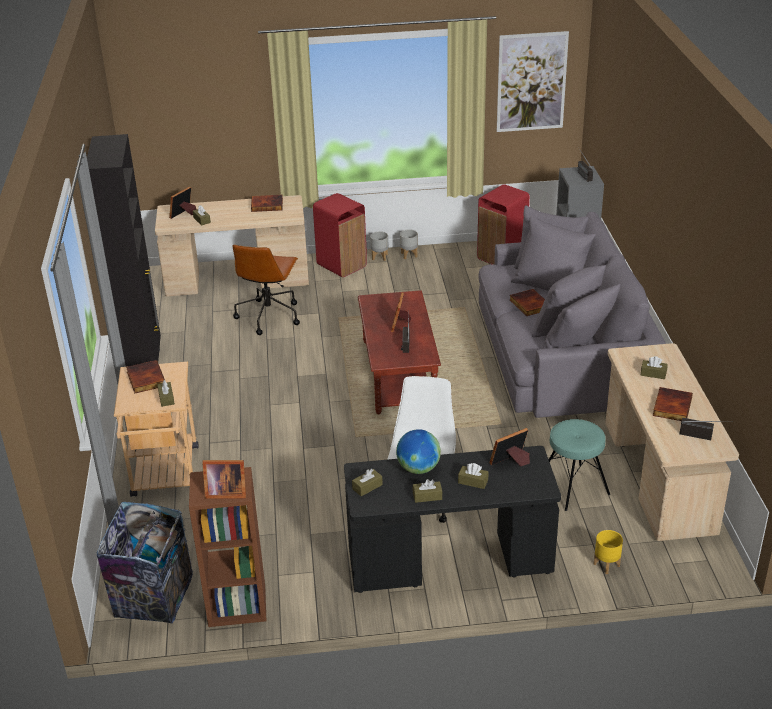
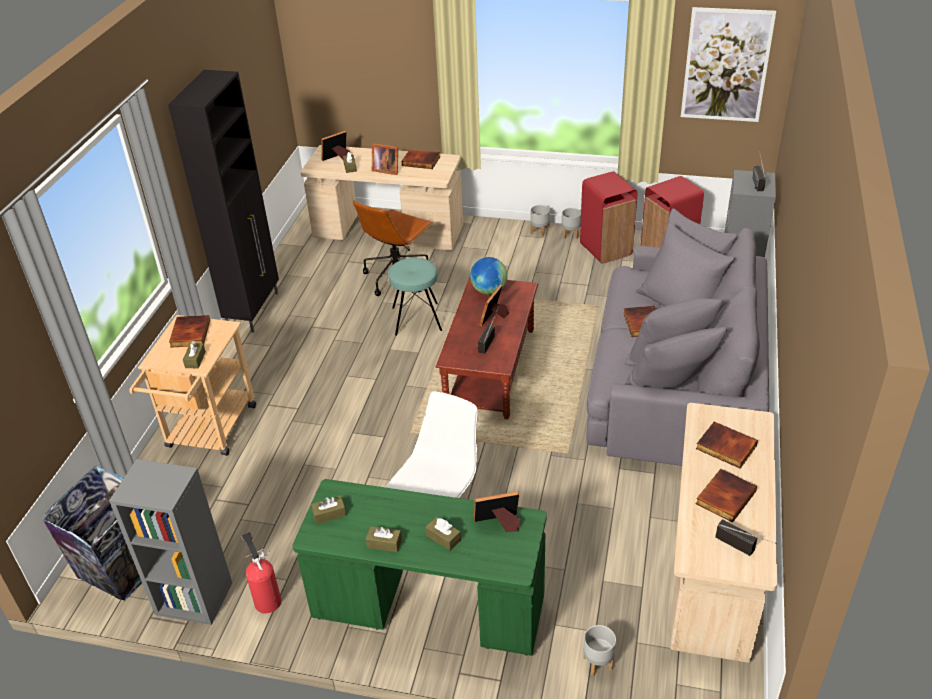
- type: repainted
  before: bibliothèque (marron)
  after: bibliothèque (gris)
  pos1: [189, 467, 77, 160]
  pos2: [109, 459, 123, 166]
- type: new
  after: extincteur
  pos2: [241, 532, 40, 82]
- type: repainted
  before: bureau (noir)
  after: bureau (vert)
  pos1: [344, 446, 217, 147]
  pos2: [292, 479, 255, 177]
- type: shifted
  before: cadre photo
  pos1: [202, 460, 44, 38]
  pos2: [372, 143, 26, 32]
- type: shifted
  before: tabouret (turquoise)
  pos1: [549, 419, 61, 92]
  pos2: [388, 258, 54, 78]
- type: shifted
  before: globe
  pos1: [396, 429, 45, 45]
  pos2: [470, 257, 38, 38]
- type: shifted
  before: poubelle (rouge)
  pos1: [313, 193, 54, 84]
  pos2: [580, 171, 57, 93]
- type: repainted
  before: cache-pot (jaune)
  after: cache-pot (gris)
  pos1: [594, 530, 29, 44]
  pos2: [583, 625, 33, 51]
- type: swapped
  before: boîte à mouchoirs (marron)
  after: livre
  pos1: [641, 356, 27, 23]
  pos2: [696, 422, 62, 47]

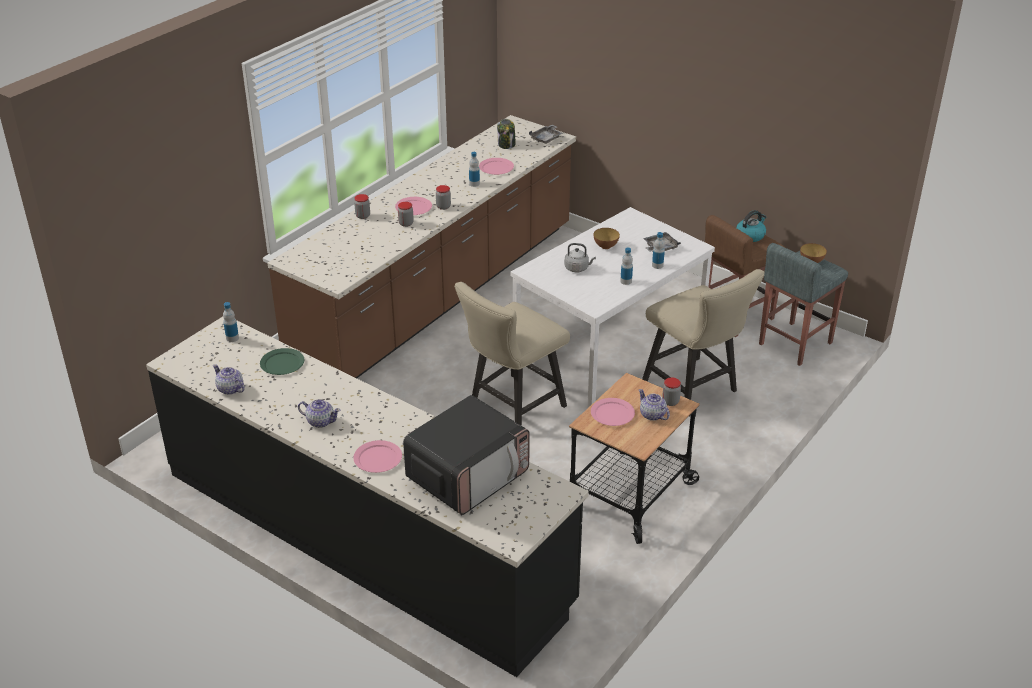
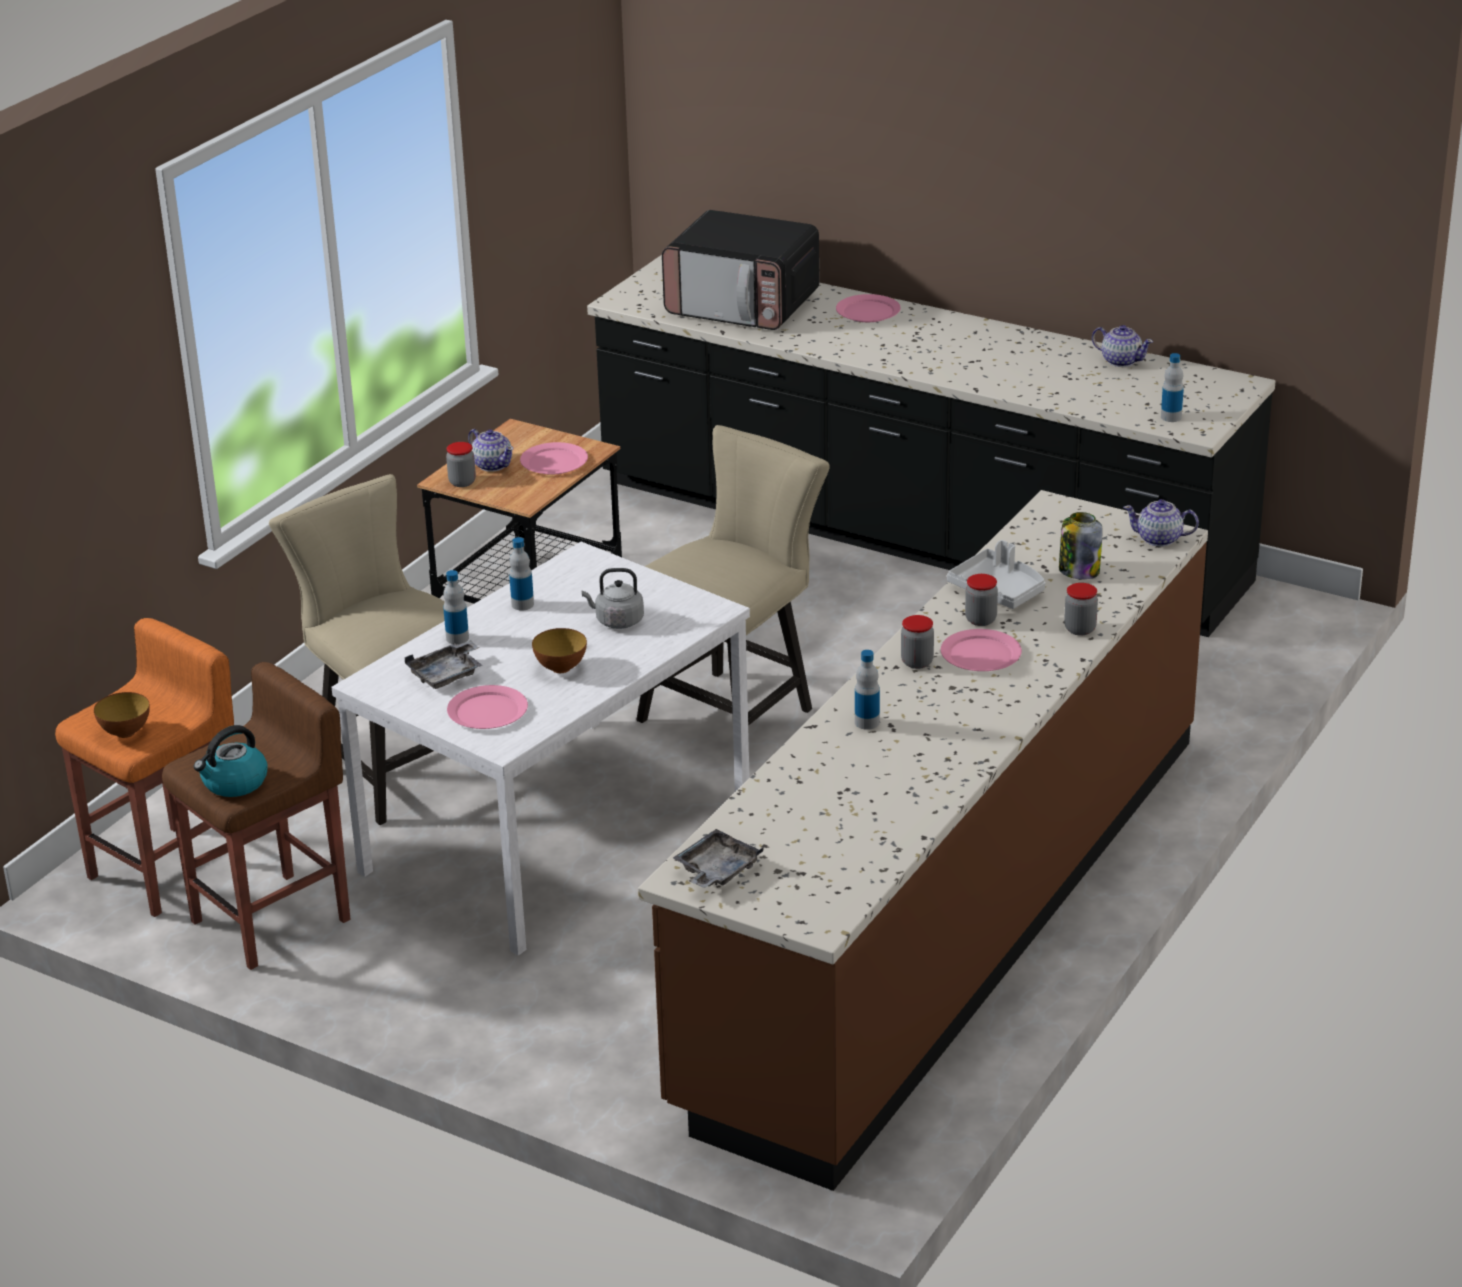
- type: repainted
  before: tabouret (gris)
  after: tabouret (orange)
  pos1: [759, 243, 89, 123]
  pos2: [55, 618, 179, 299]
- type: shifted
  before: assiette (rose)
  pos1: [479, 158, 35, 17]
  pos2: [447, 685, 81, 44]
- type: rotated
  before: micro-ondes
  pos1: [403, 395, 127, 120]
  pos2: [662, 210, 157, 120]
  turn: -105
- type: new
  after: plateau (gris)
  pos2: [947, 540, 99, 69]
- type: shifted
  before: bocal
  pos1: [497, 119, 19, 30]
  pos2: [1059, 512, 44, 68]
- type: shifted
  before: théière
  pos1: [298, 399, 42, 29]
  pos2: [1123, 499, 76, 48]
- type: gone
  before: assiette (vert)
  pos1: [260, 348, 44, 27]

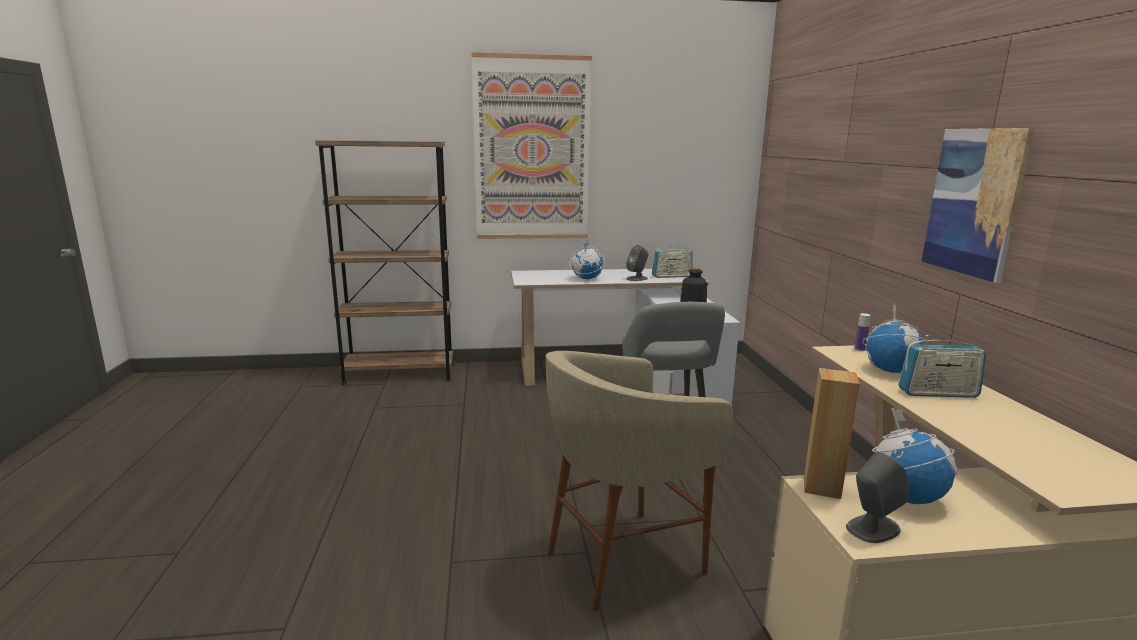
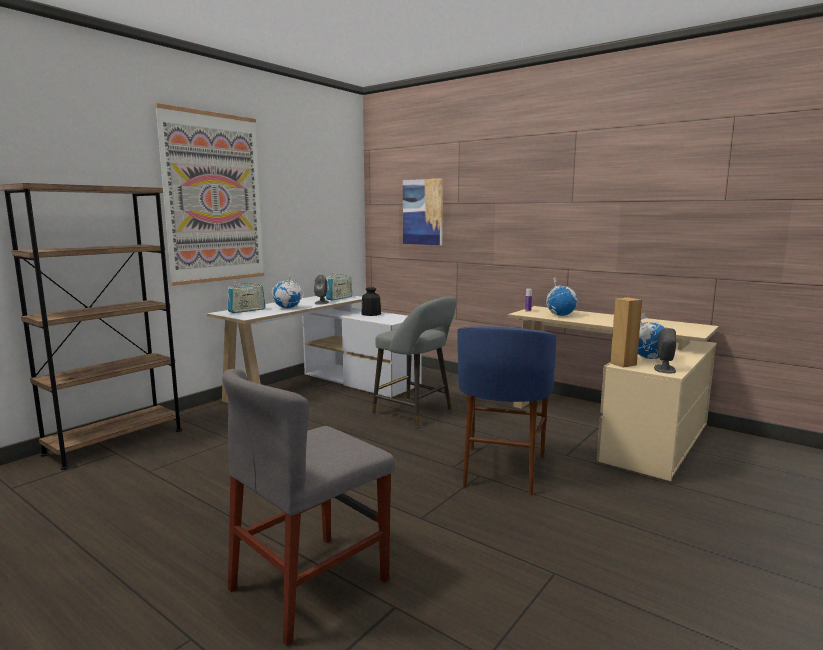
- type: new
  after: chaise (gris)
  pos2: [222, 369, 173, 277]
- type: shifted
  before: radio
  pos1: [898, 335, 88, 63]
  pos2: [228, 281, 37, 32]
- type: shifted
  before: tableau
  pos1: [921, 128, 114, 155]
  pos2: [403, 178, 40, 67]
- type: repainted
  before: tabouret (beige)
  after: tabouret (bleu)
  pos1: [546, 351, 187, 260]
  pos2: [457, 326, 100, 169]

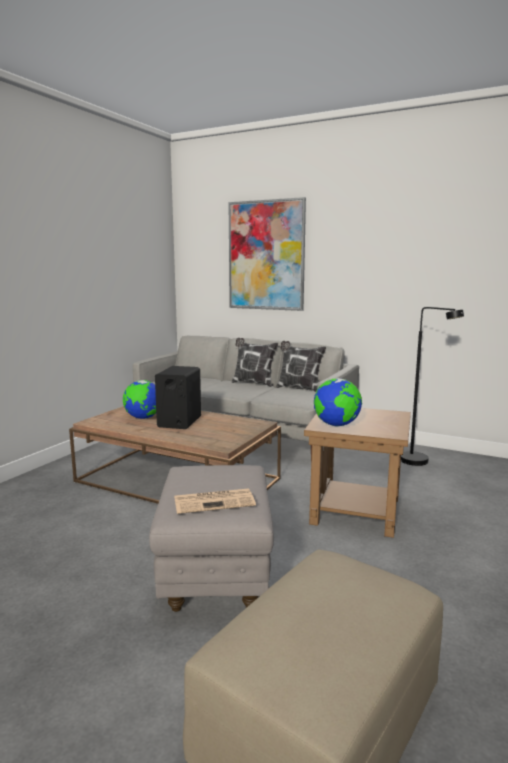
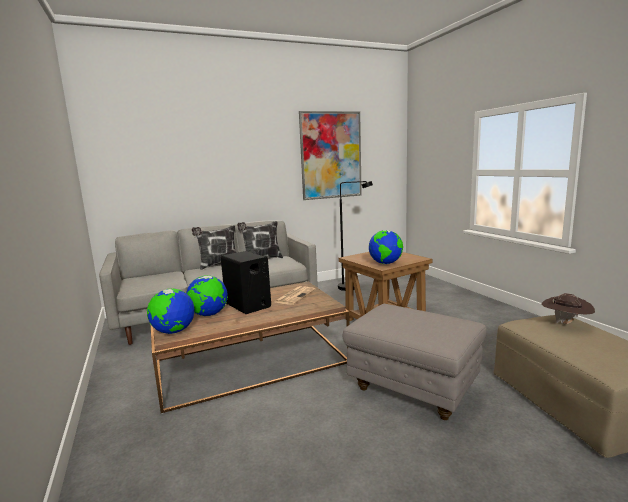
- type: new
  after: globe
  pos2: [147, 289, 47, 45]
- type: shifted
  before: journal
  pos1: [174, 488, 82, 26]
  pos2: [275, 286, 41, 19]
- type: shifted
  before: tableau
  pos1: [228, 197, 78, 114]
  pos2: [299, 111, 63, 89]
- type: new
  after: chapeau (marron)
  pos2: [541, 293, 54, 31]

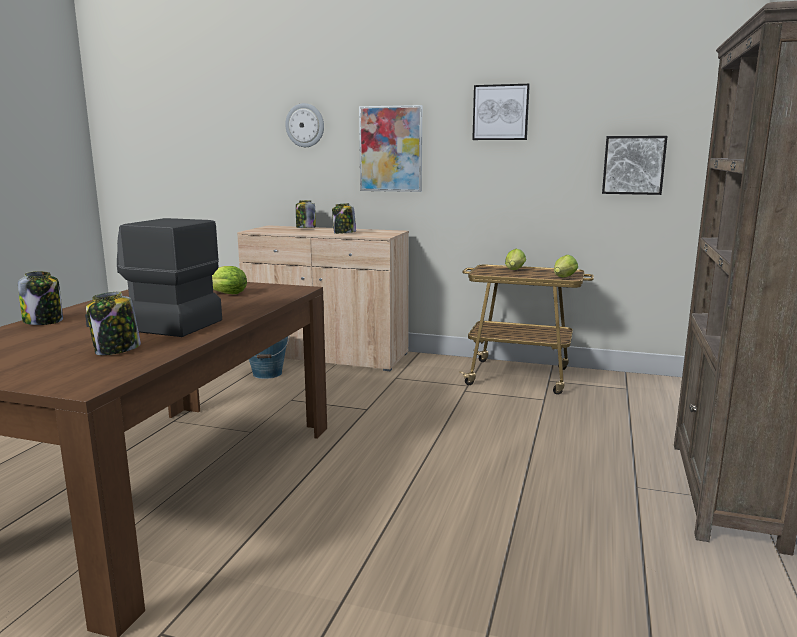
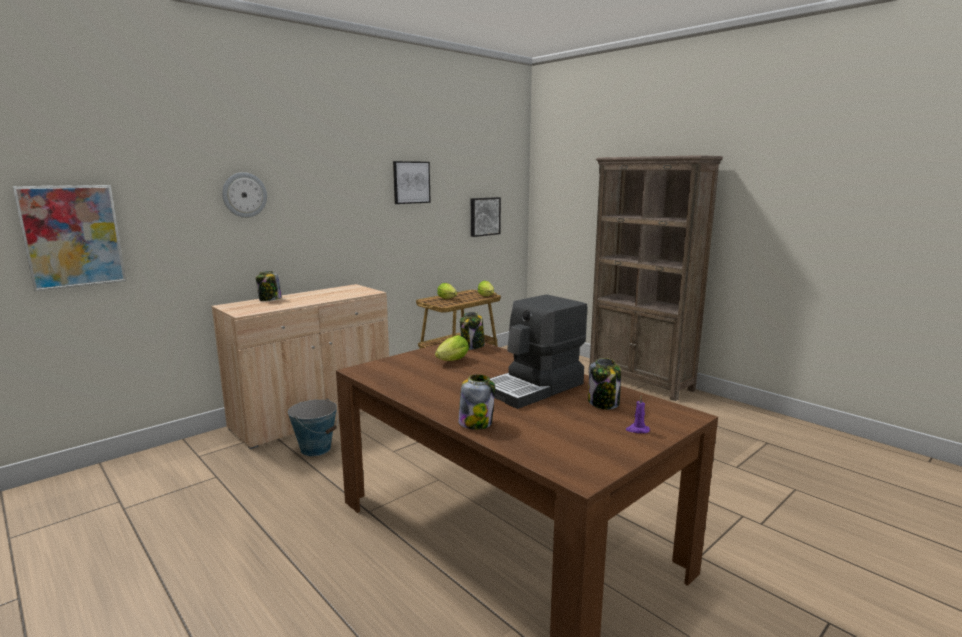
- type: shifted
  before: tableau
  pos1: [359, 105, 63, 87]
  pos2: [13, 185, 113, 106]
- type: shifted
  before: bocal
  pos1: [332, 203, 24, 31]
  pos2: [460, 312, 25, 38]
- type: new
  after: bougie (violet)
  pos2: [626, 395, 24, 38]

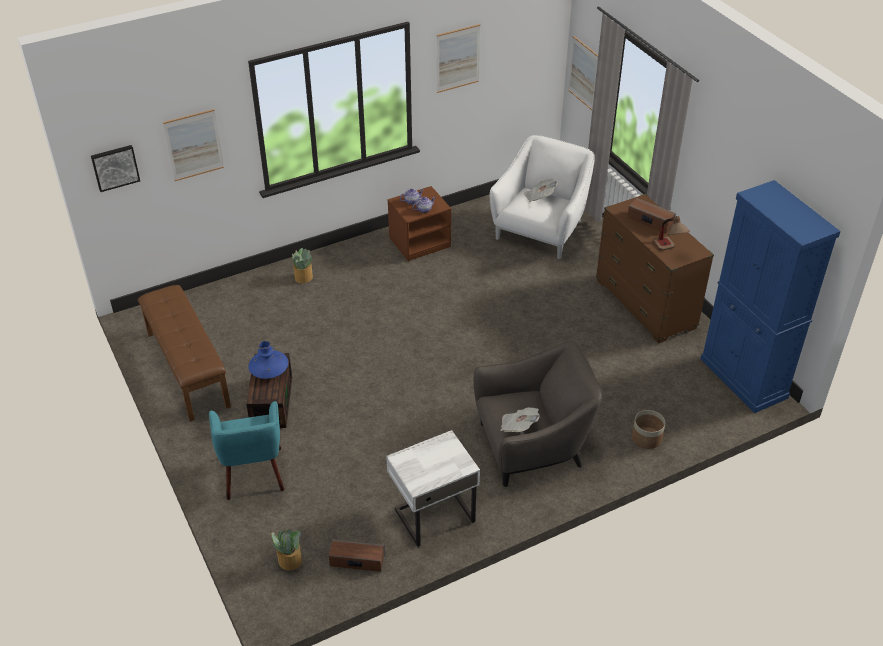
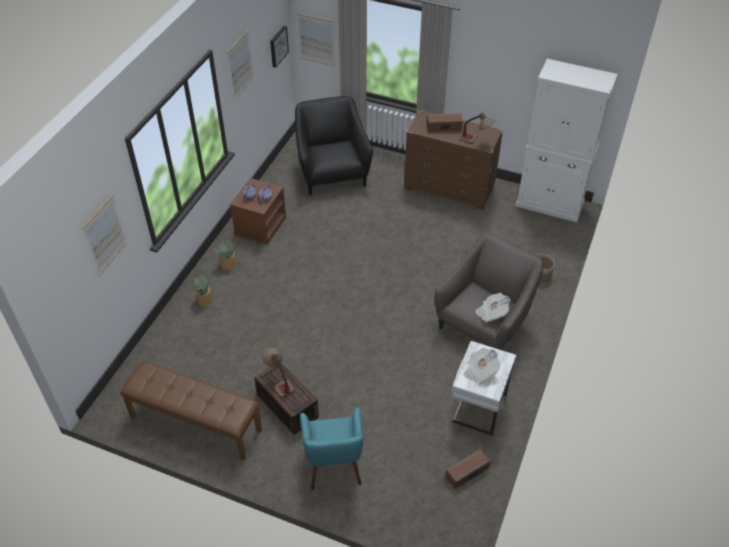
- type: shifted
  before: plante en pot
  pos1: [271, 529, 31, 41]
  pos2: [215, 240, 22, 30]
- type: swapped
  before: vase (bleu)
  after: lampe de table
  pos1: [248, 341, 40, 38]
  pos2: [263, 347, 32, 50]
- type: shifted
  before: tableau
  pos1: [91, 145, 49, 47]
  pos2: [270, 26, 19, 42]
- type: repainted
  before: fauteuil (blanc)
  after: fauteuil (noir)
  pos1: [490, 135, 105, 124]
  pos2: [295, 96, 78, 99]
- type: rotated
  before: fauteuil (turquoise)
  pos1: [209, 401, 75, 99]
  pos2: [300, 407, 63, 83]
  turn: 45
- type: shifted
  before: journal
  pos1: [524, 178, 34, 24]
  pos2: [463, 348, 37, 36]
- type: repainted
  before: meuble de rangement (bleu)
  after: meuble de rangement (blanc)
  pos1: [701, 180, 140, 233]
  pos2: [515, 59, 102, 163]

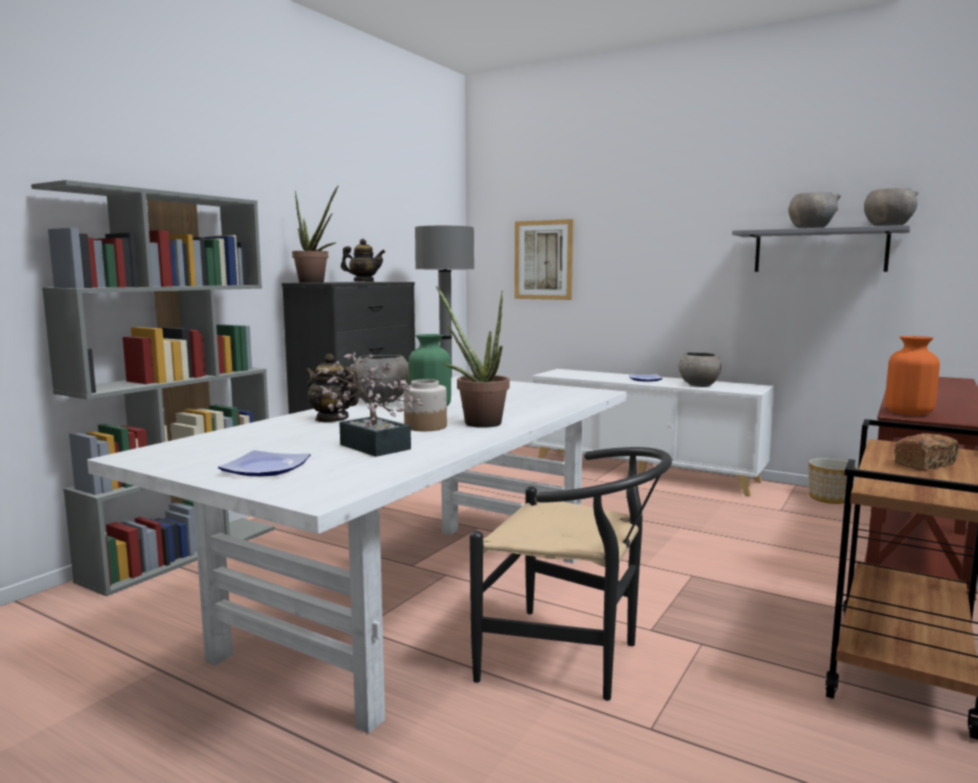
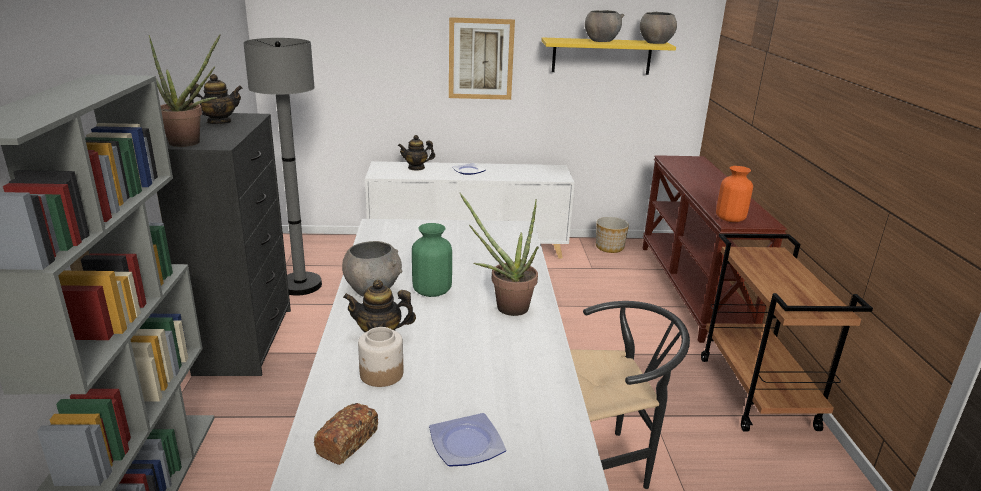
- type: shifted
  before: pain
  pos1: [894, 433, 65, 37]
  pos2: [314, 403, 64, 62]
- type: shifted
  before: bocal
  pos1: [404, 379, 43, 52]
  pos2: [358, 327, 45, 60]
- type: new
  after: théière
  pos2: [398, 135, 37, 36]
- type: shifted
  before: tableau
  pos1: [514, 219, 59, 81]
  pos2: [449, 17, 66, 83]
- type: repainted
  before: étagère (gris)
  after: étagère (jaune)
  pos1: [732, 225, 178, 47]
  pos2: [541, 37, 135, 38]
- type: gone
  before: plante en pot
  pos1: [317, 353, 107, 104]
- type: gone
  before: bol (gris)
  pos1: [678, 352, 43, 35]

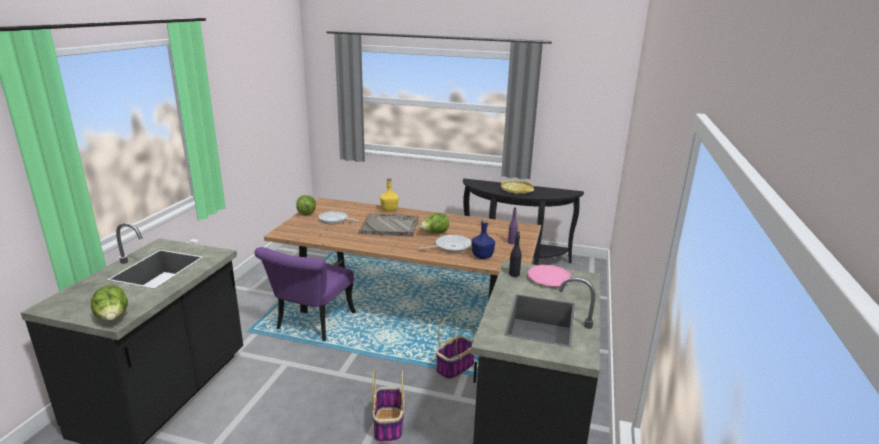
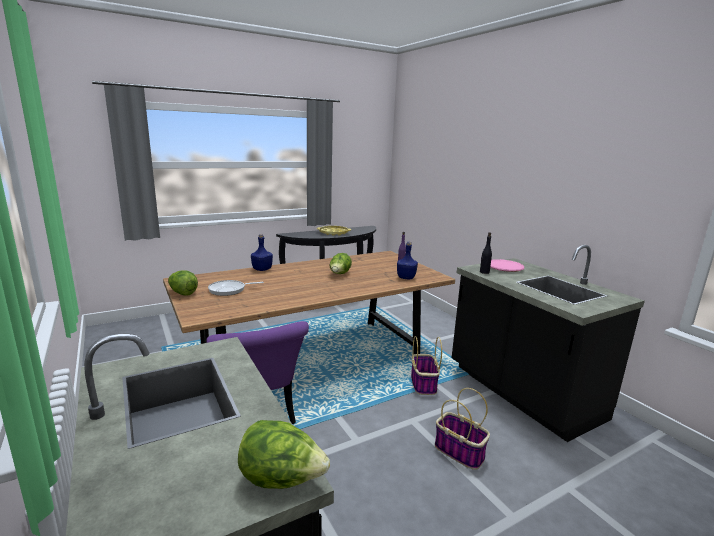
- type: repainted
  before: bouteille (jaune)
  after: bouteille (bleu)
  pos1: [380, 178, 18, 34]
  pos2: [251, 234, 22, 37]
- type: gone
  before: plateau (gris)
  pos1: [359, 213, 60, 23]
- type: gone
  before: poêle
  pos1: [417, 235, 55, 18]

